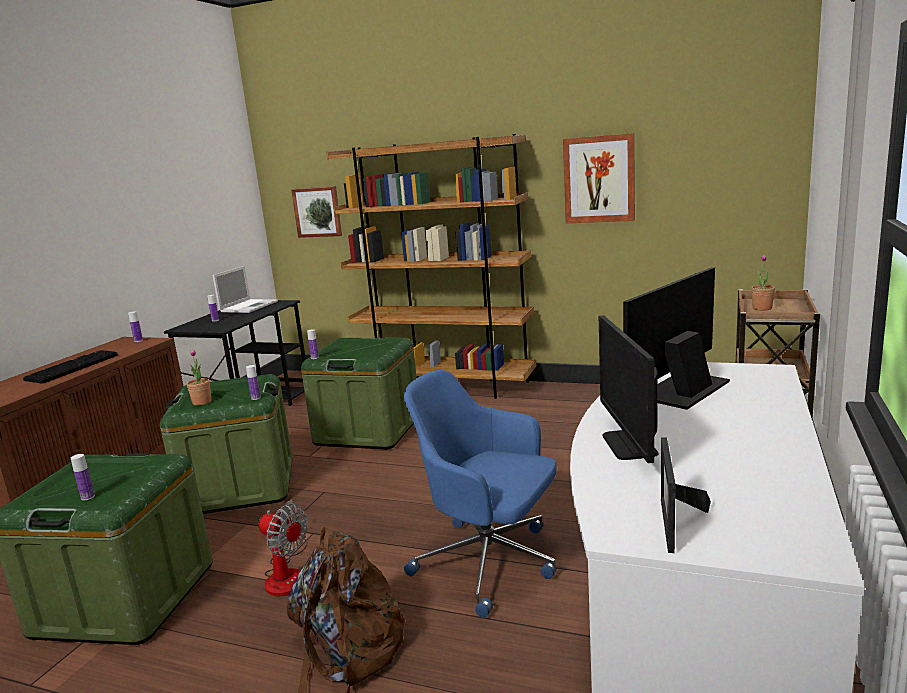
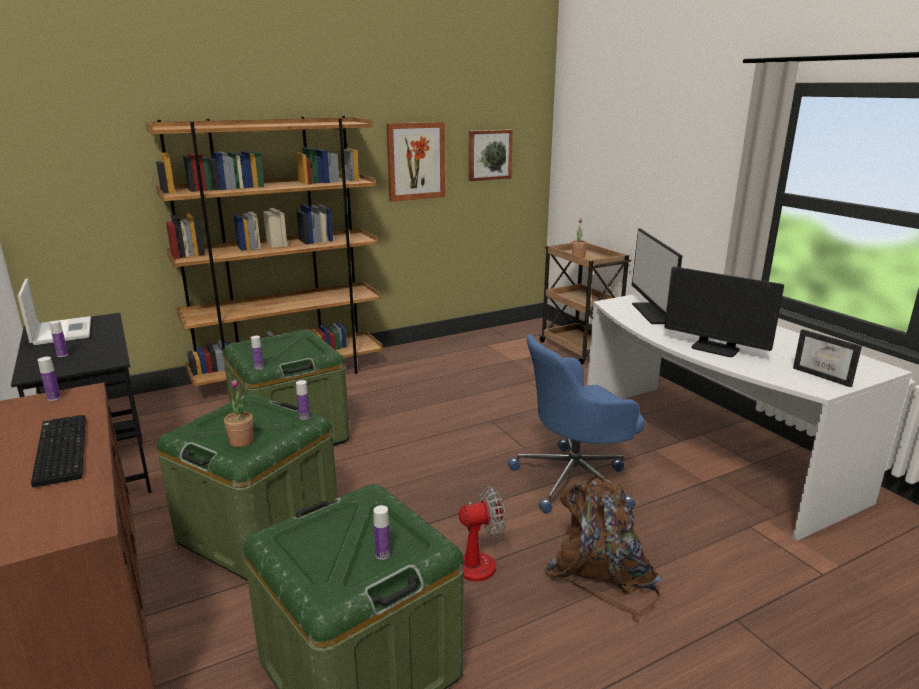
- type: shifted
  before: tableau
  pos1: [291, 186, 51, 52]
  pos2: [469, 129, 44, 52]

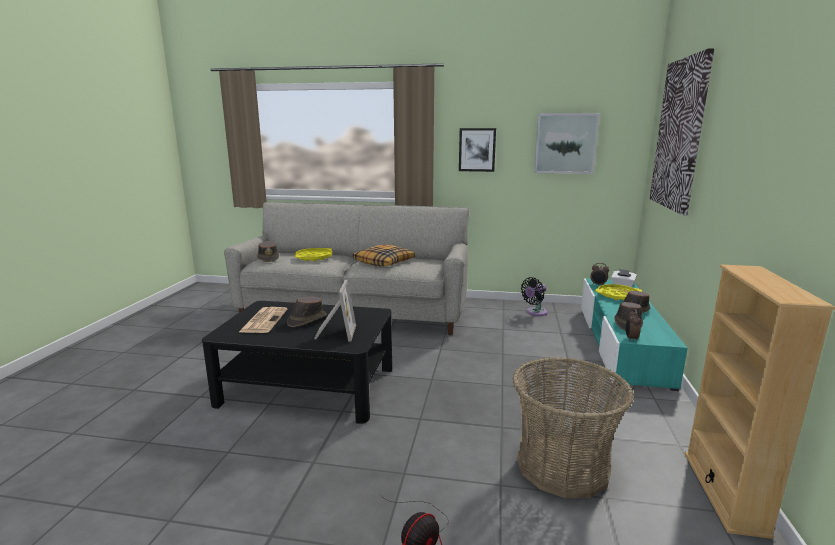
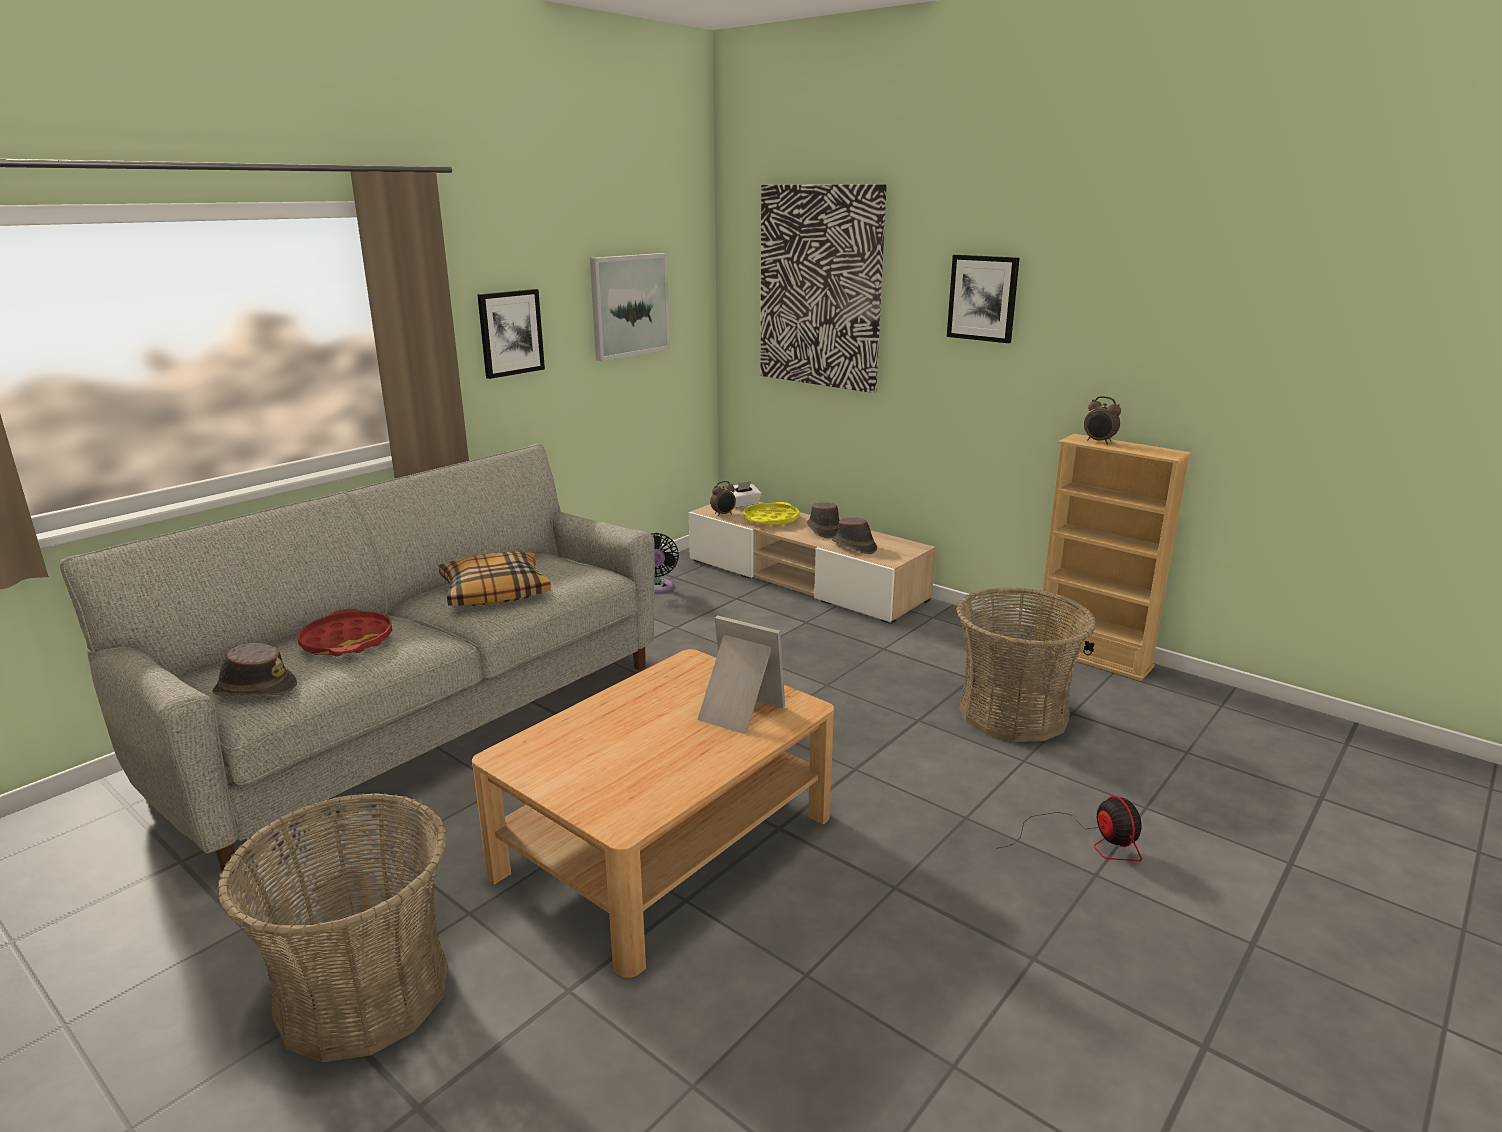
- type: new
  after: panier
  pos2: [218, 793, 230, 269]
- type: repainted
  before: plateau (jaune)
  after: plateau (rouge)
  pos1: [295, 248, 37, 13]
  pos2: [298, 609, 94, 47]
- type: repainted
  before: table basse (noir)
  after: table basse (beige)
  pos1: [202, 301, 190, 123]
  pos2: [472, 649, 362, 329]
- type: repainted
  before: meuble télé (turquoise)
  after: meuble télé (beige)
  pos1: [581, 278, 107, 113]
  pos2: [689, 502, 247, 122]
- type: new
  after: tableau
  pos2: [947, 255, 73, 88]
- type: shifted
  before: réveil
  pos1: [626, 309, 15, 32]
  pos2: [1084, 396, 37, 48]
- type: gone
  before: journal
  pos1: [239, 307, 48, 26]
- type: gone
  before: chapeau (marron)
  pos1: [287, 296, 40, 31]

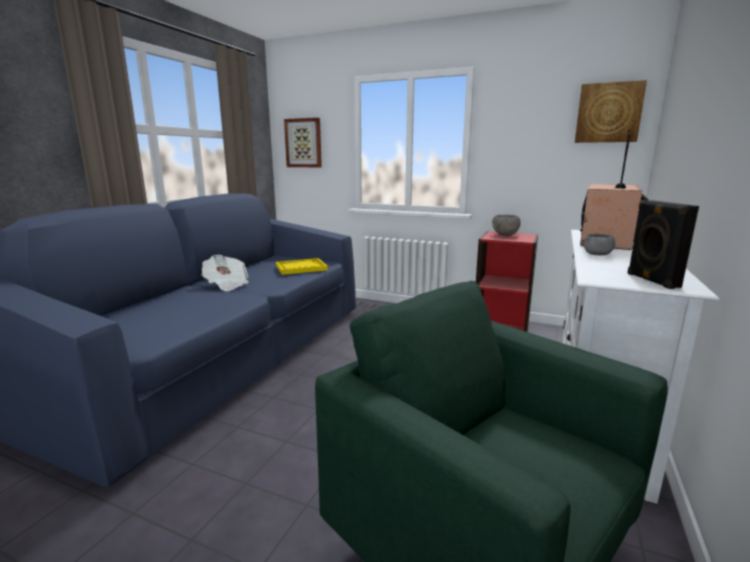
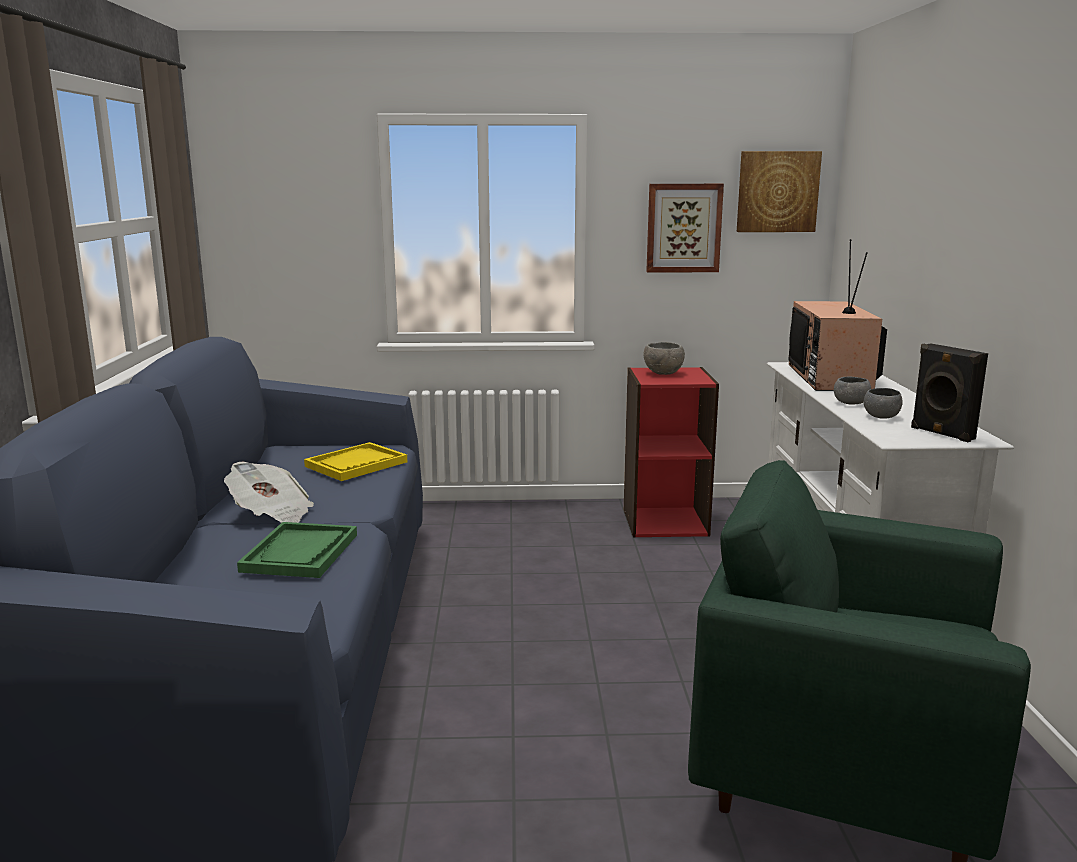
- type: new
  after: plateau (vert)
  pos2: [237, 522, 120, 56]
- type: shifted
  before: tableau
  pos1: [284, 118, 38, 49]
  pos2: [646, 184, 78, 89]
- type: new
  after: bol (gris)
  pos2: [864, 388, 39, 31]

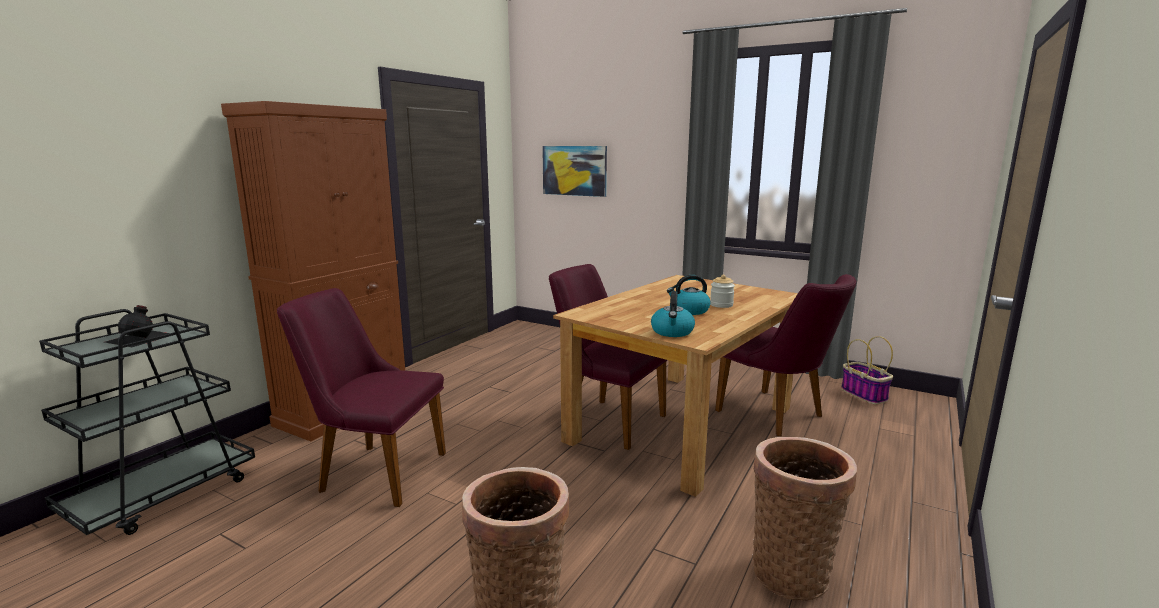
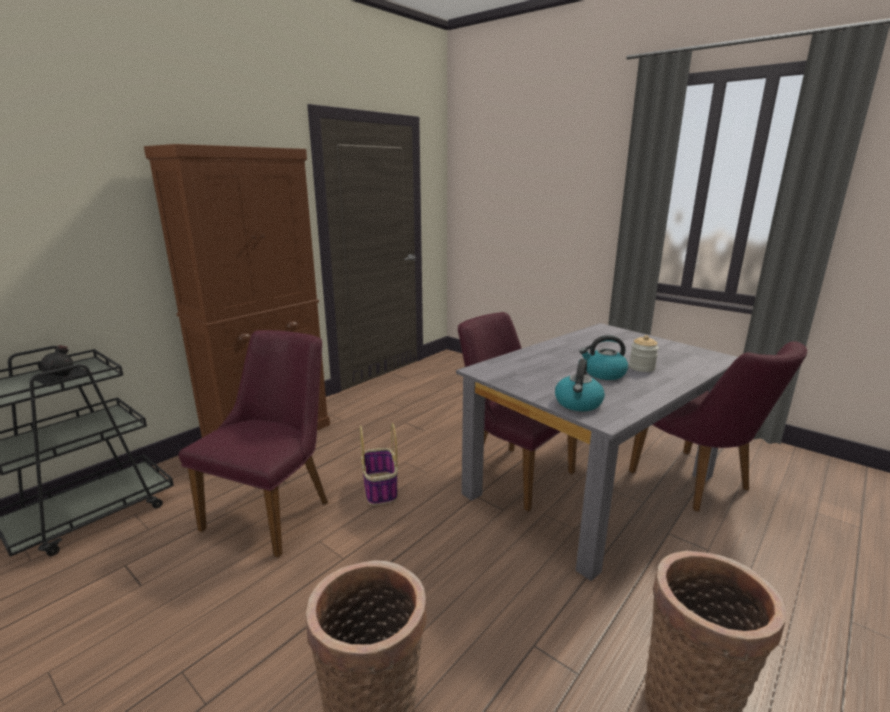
- type: rotated
  before: chaise (violet)
  pos1: [277, 288, 169, 219]
  pos2: [178, 330, 150, 228]
  turn: 90
- type: shifted
  before: panier
  pos1: [841, 336, 52, 69]
  pos2: [360, 423, 38, 82]
- type: repainted
  before: table à manger (marron)
  after: table à manger (gris)
  pos1: [553, 275, 245, 222]
  pos2: [456, 323, 282, 258]
- type: gone
  before: tableau
  pos1: [542, 146, 65, 51]

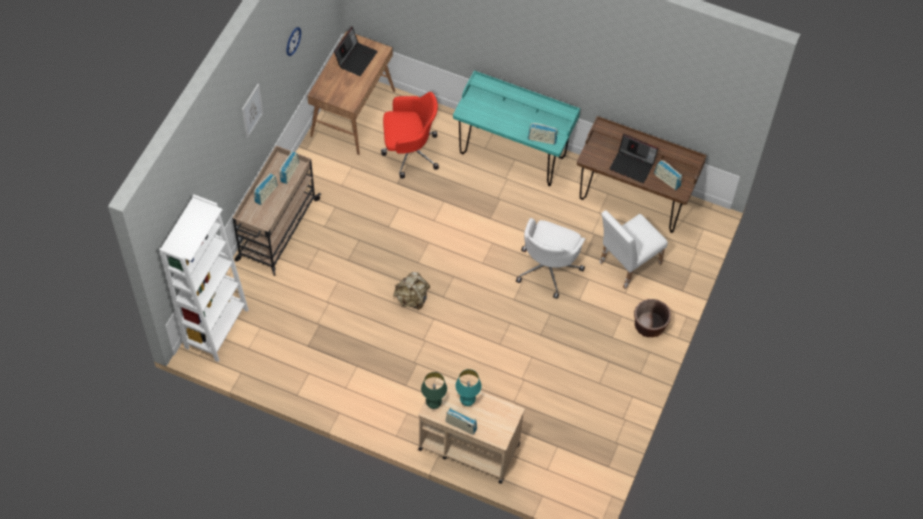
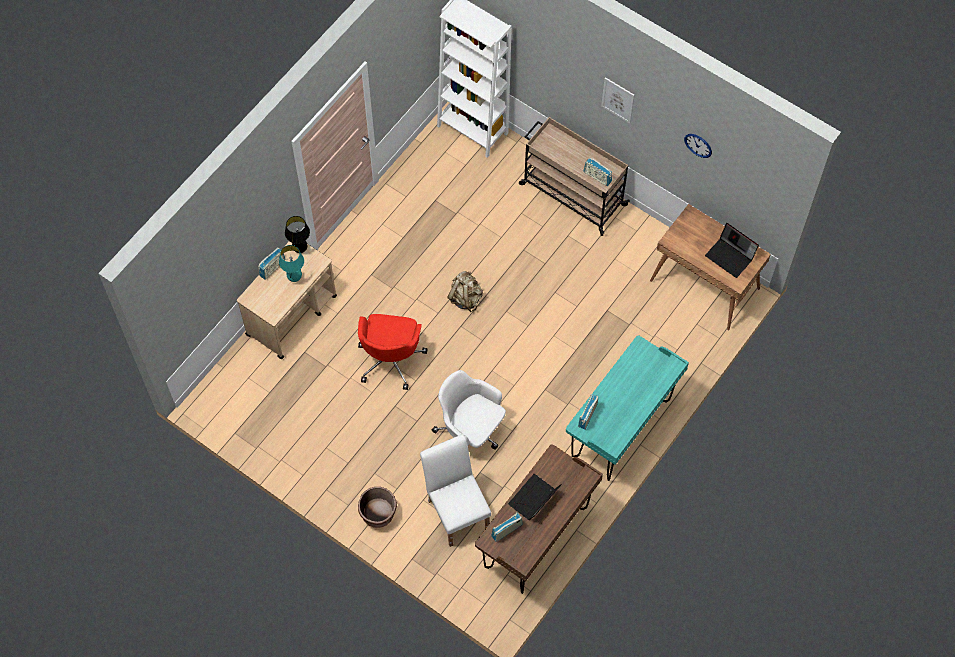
- type: repainted
  before: lampe de table (vert)
  after: lampe de table (noir)
  pos1: [421, 372, 26, 37]
  pos2: [285, 216, 25, 37]
- type: shifted
  before: chaise de bureau (rouge)
  pos1: [381, 92, 58, 86]
  pos2: [358, 314, 70, 76]
- type: gone
  before: radio
  pos1: [254, 173, 24, 32]

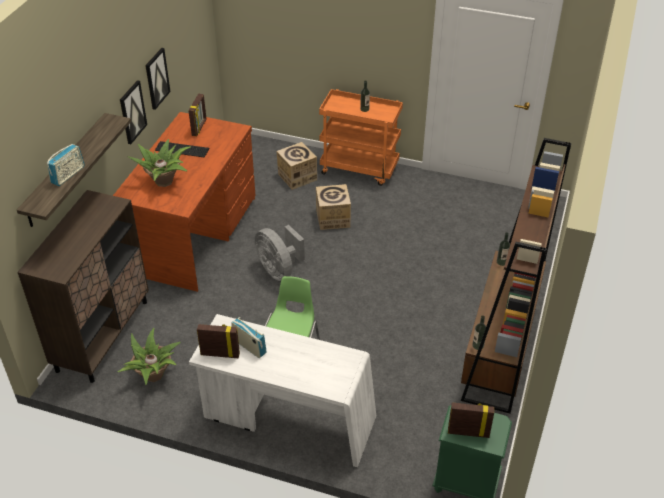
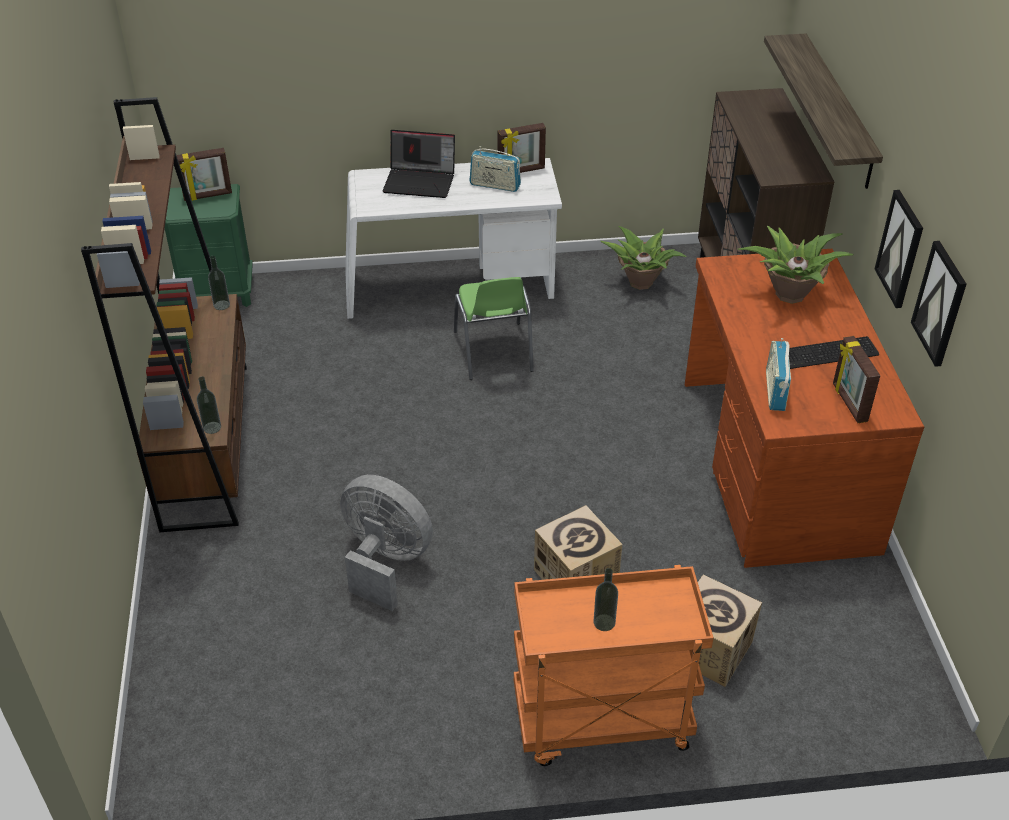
- type: shifted
  before: ventilateur (gris)
  pos1: [255, 225, 50, 56]
  pos2: [340, 475, 93, 136]
- type: new
  after: ordinateur portable
  pos2: [383, 130, 72, 68]
- type: shifted
  before: radio
  pos1: [47, 144, 38, 42]
  pos2: [766, 338, 25, 73]

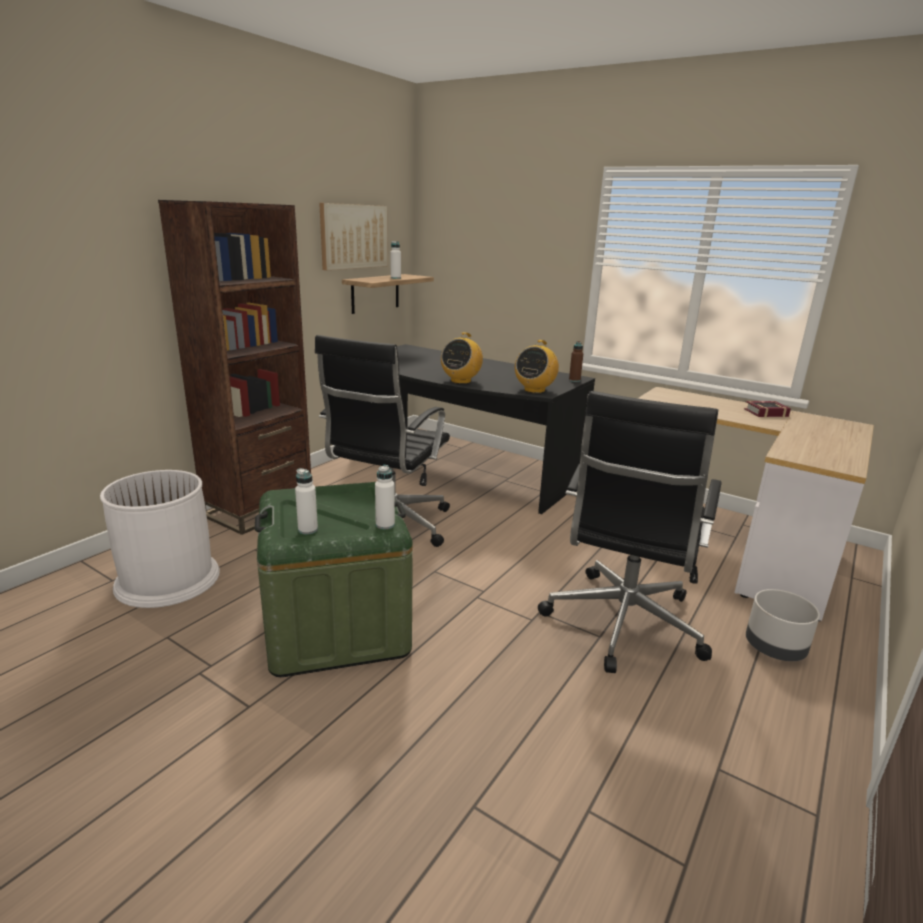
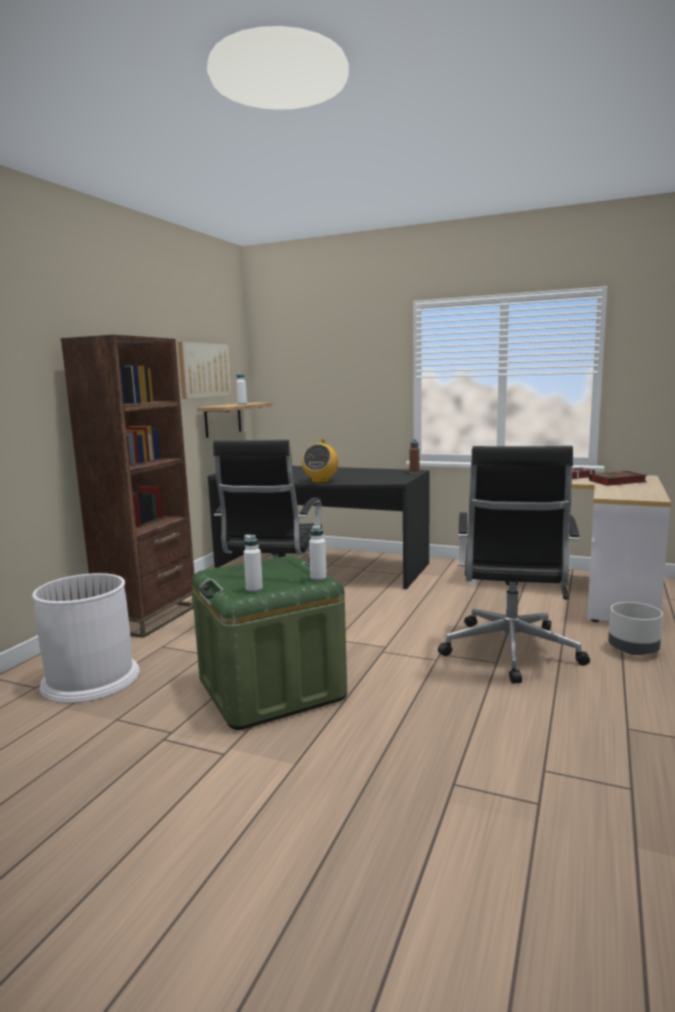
- type: new
  after: livre
  pos2: [589, 471, 58, 15]
- type: gone
  before: radio
  pos1: [515, 340, 44, 53]

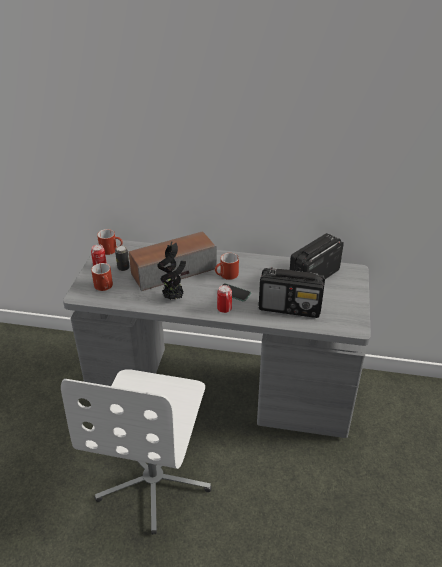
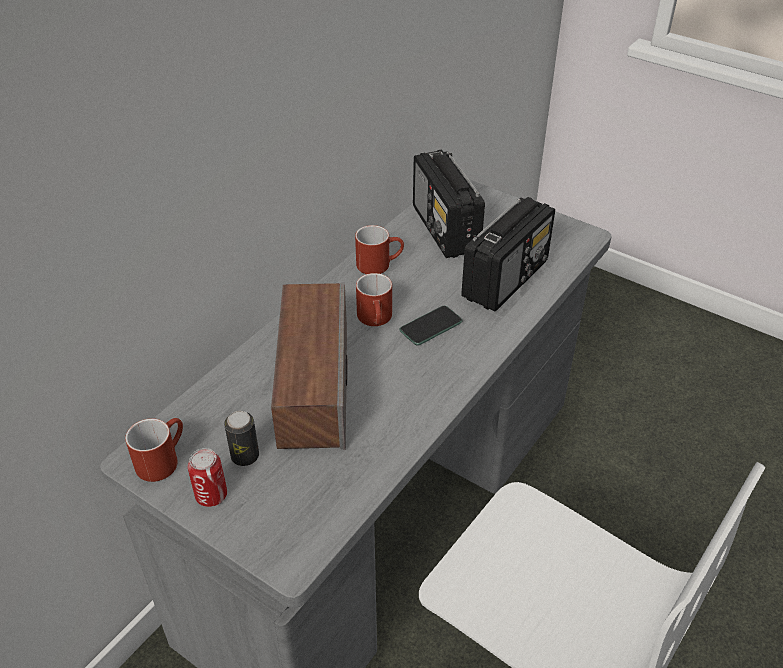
- type: shifted
  before: mug (rouge)
  pos1: [91, 263, 22, 28]
  pos2: [355, 225, 49, 49]
- type: gone
  before: plante en pot
  pos1: [157, 241, 29, 59]
- type: gone
  before: boîte métallique
  pos1: [217, 285, 15, 28]

